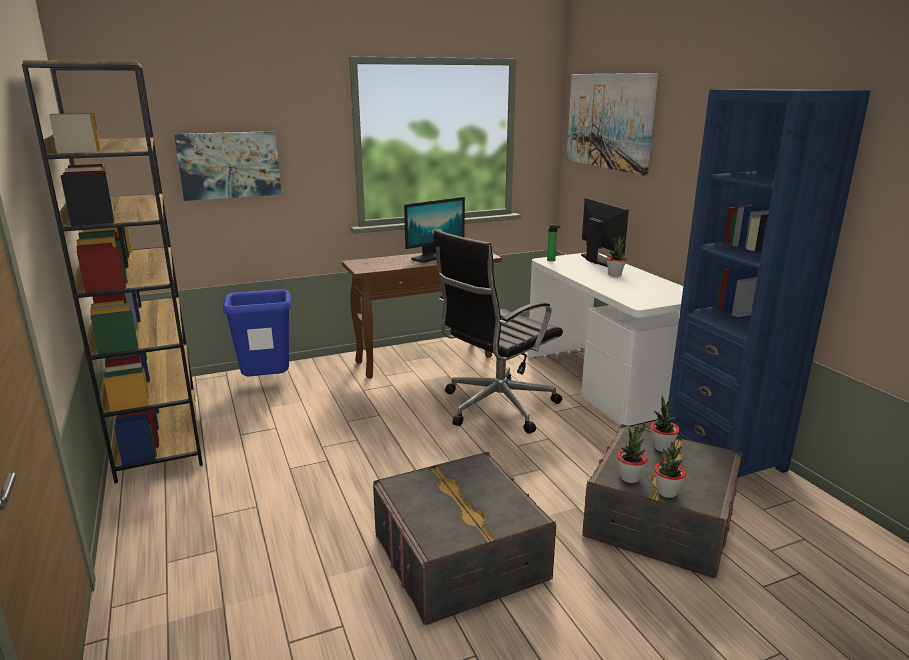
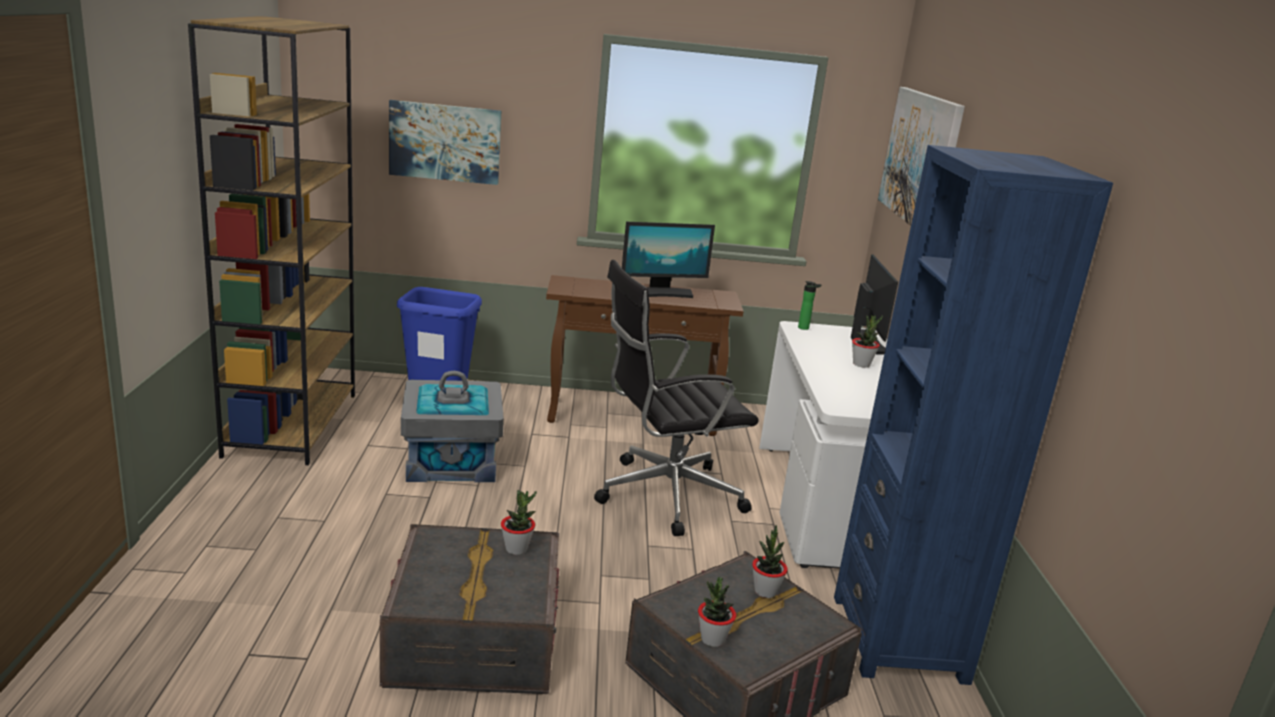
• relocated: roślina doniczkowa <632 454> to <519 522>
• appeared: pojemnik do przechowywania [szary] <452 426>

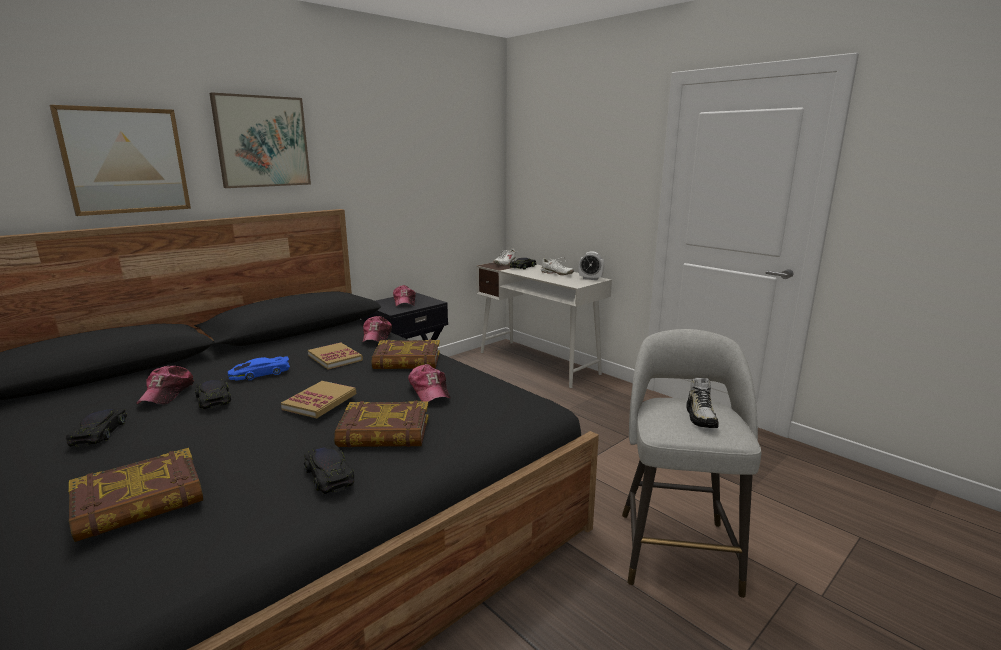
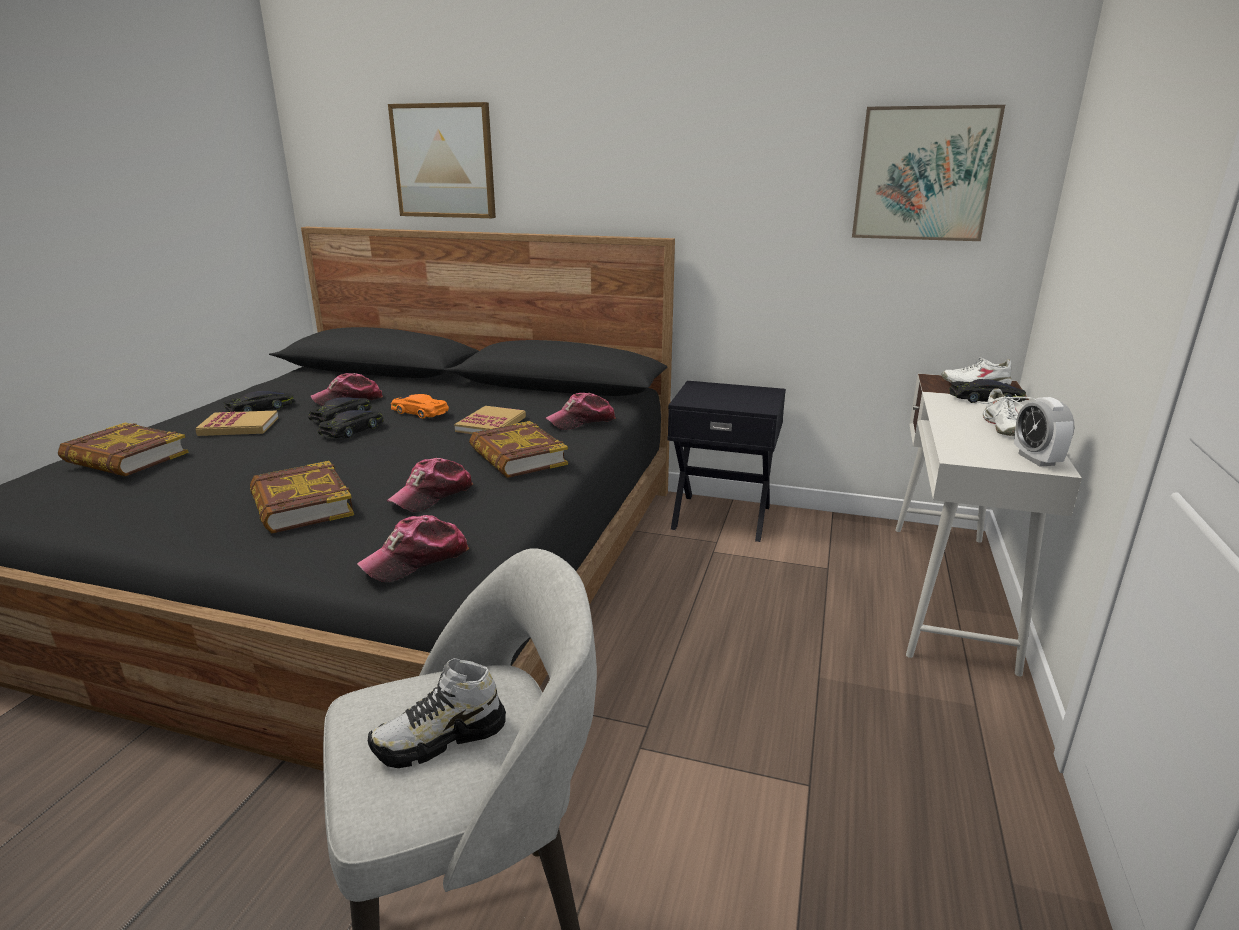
• relocated: obraz <260 140> to <928 173>
• relocated: czapka z daszkiem <404 296> to <413 548>
• colour: samochodzik [niebieski] <259 368> to samochodzik [pomarańczowy] <420 406>
• relocated: książka <318 399> to <236 423>
• relocated: samochodzik [czarny] <329 469> to <351 424>

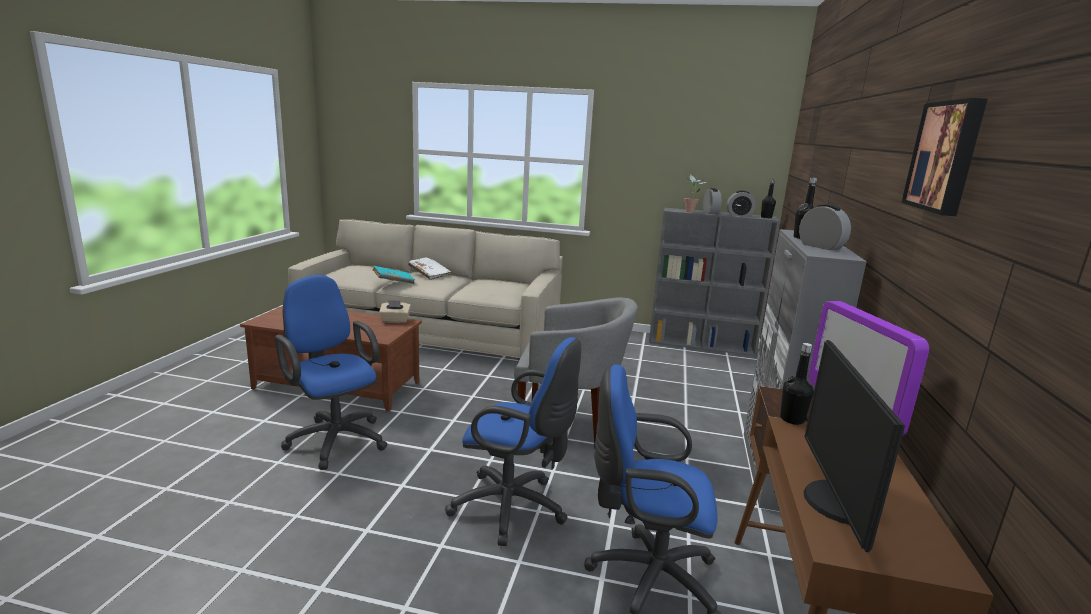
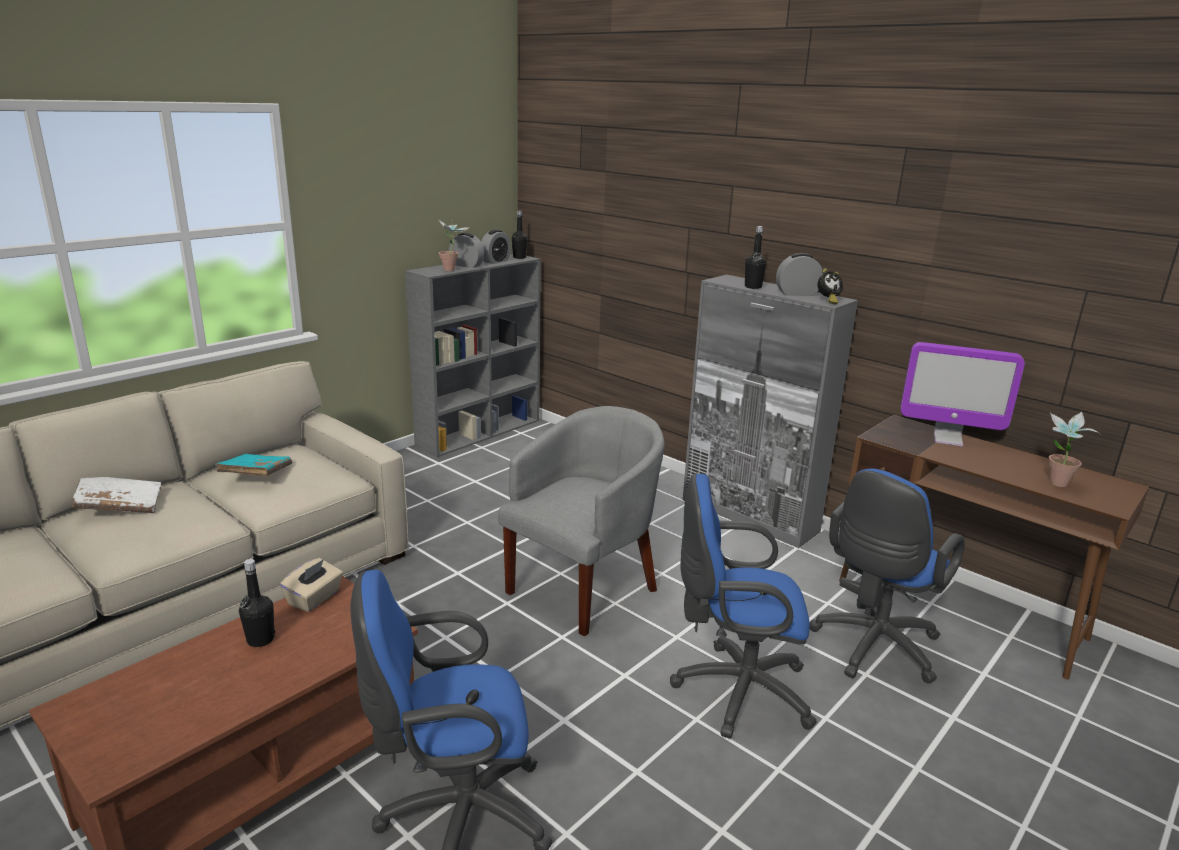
• missing: obraz <944 157>
• relocated: książka [turkusowy] <394 274> to <253 465>
• spun: krzesło biurowe [niebieski] <513 441> = <743 606> 135 degrees counterclockwise
• exchanged: monitor <854 446> to roślina doniczkowa <1074 449>
• relocated: butelka [czarny] <797 384> to <257 603>
• appeared: budzik <830 286>

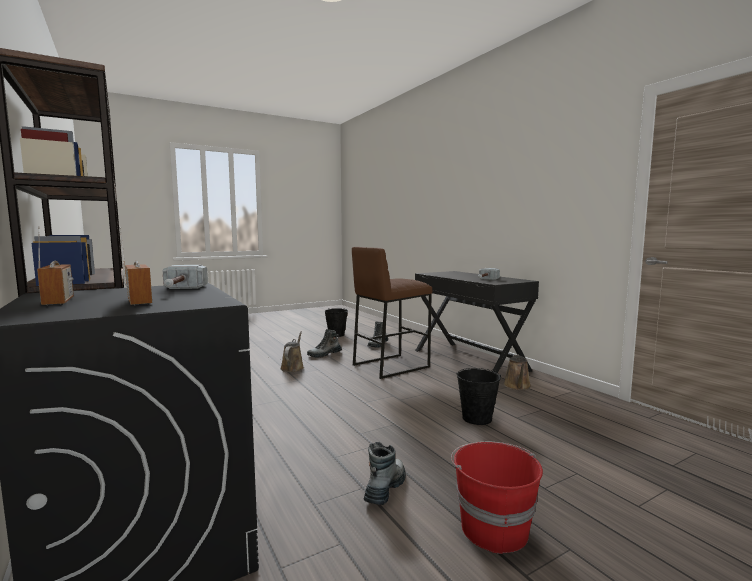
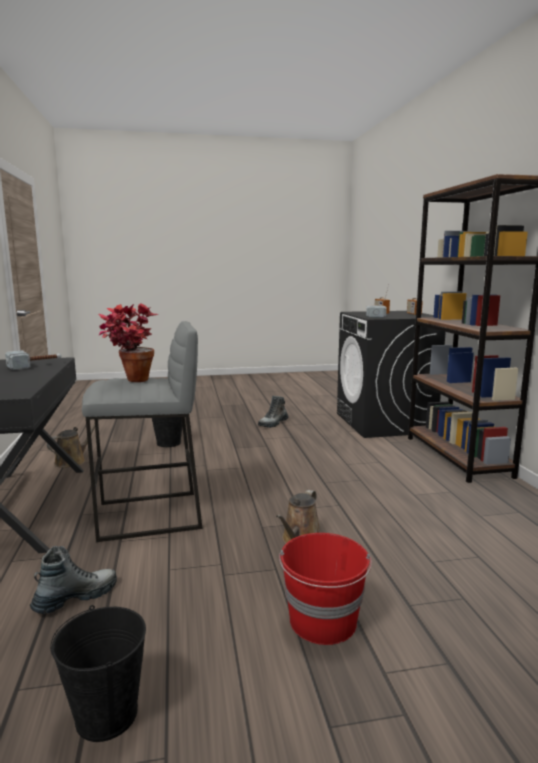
• colour: stołek [brązowy] <392 313> to stołek [szary] <142 431>
• missing: but z cholewką <324 343>
• relocated: wiadro [czerwony] <497 498> to <325 589>
• appeared: roślina doniczkowa <129 342>

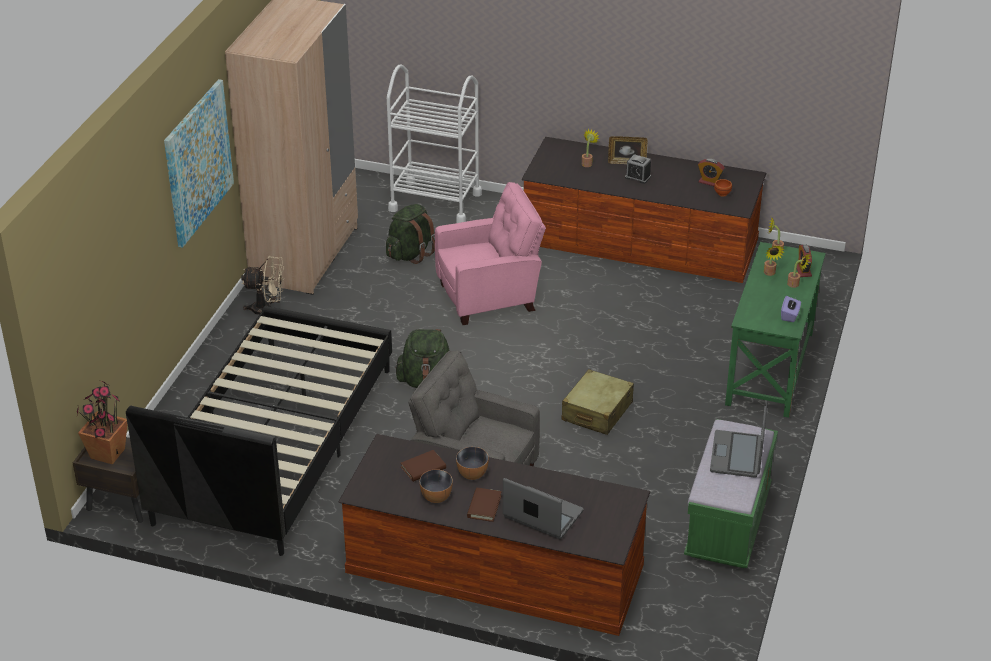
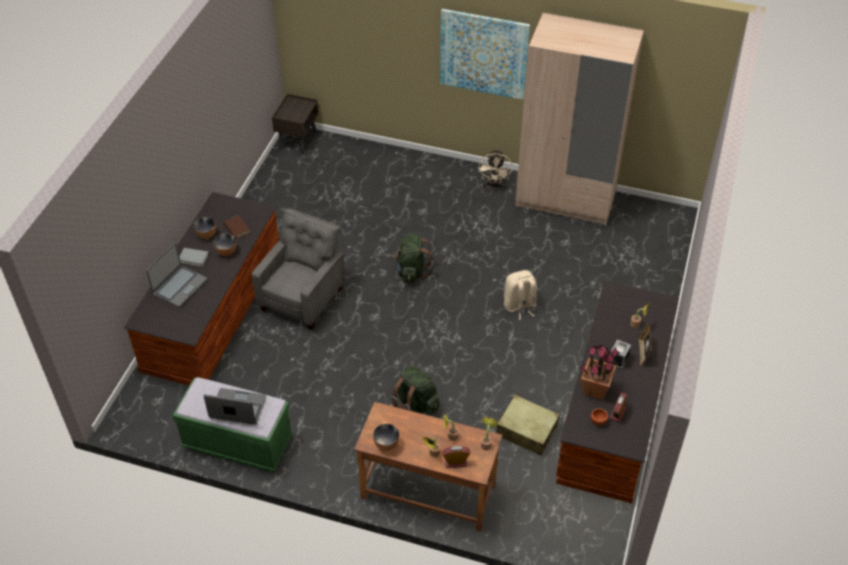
• missing: wózek [biały] <434 143>
• exchanged: fotel [różowy] <490 253> to plecak [beżowy] <520 295>
• relocated: plecak [zielony] <410 234> to <415 390>
• colour: biurko [zielony] <775 330> to biurko [brązowy] <428 466>
• exchanged: pudełko chusteczek [fioletowy] <791 309> to miska <386 437>
• missing: łóżko [czarny] <259 431>
• relocated: walizka [beżowy] <597 402> to <528 425>
• relocated: roślina doniczkowa <101 423> to <600 372>
• colour: książka [brązowy] <484 505> to książka [szary] <194 257>

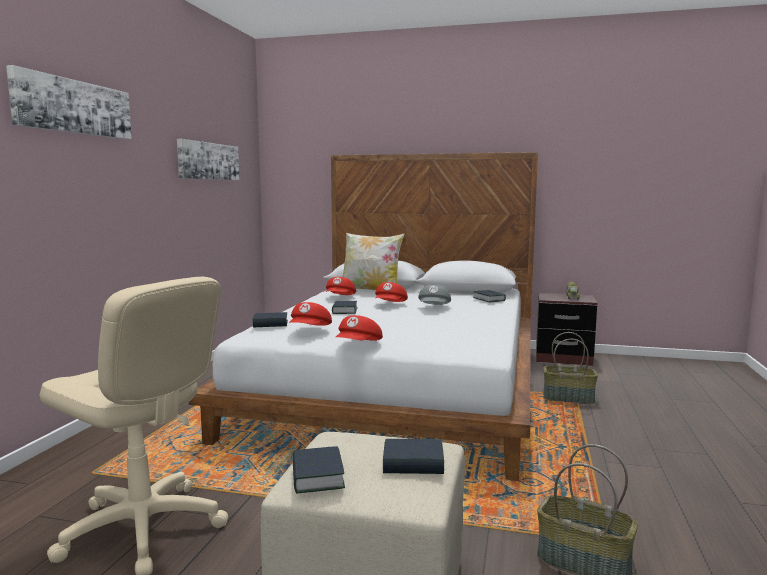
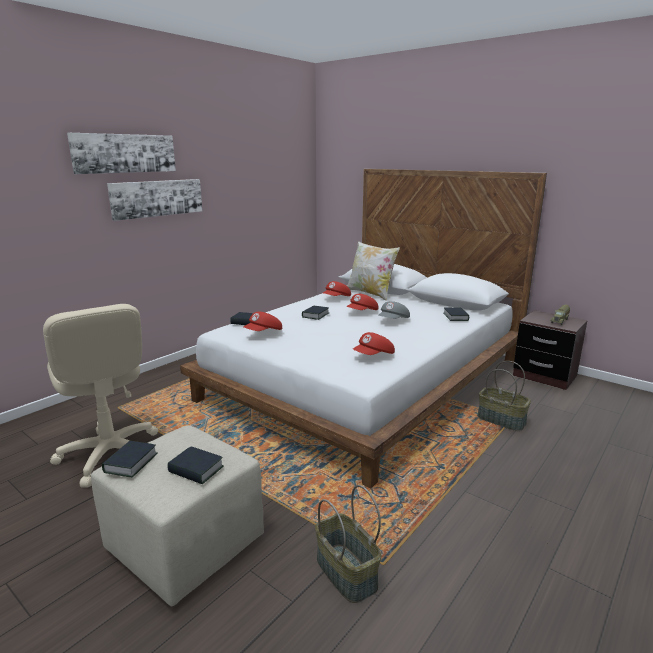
• relocated: obraz <208 159> to <154 200>
• relocated: czapka z daszkiem [czerwony] <359 328> to <374 343>

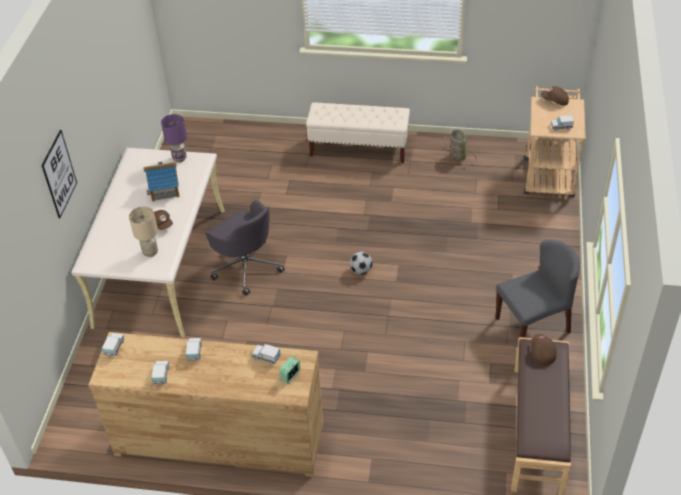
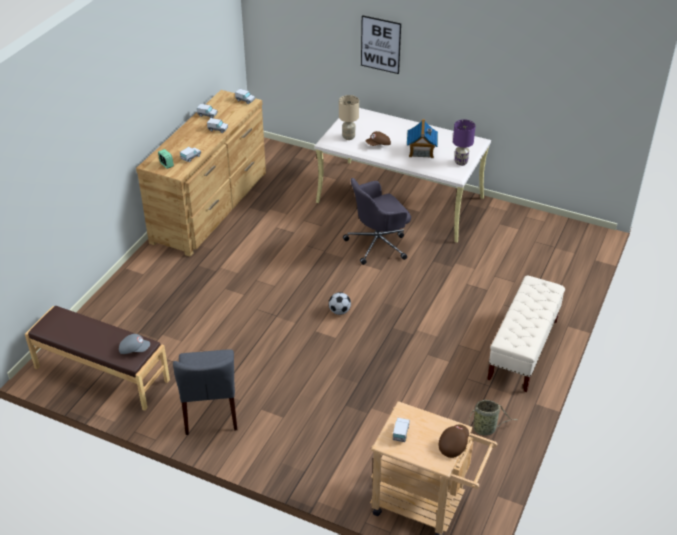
• colour: czapka z daszkiem [brązowy] <544 350> to czapka z daszkiem [szary] <134 344>

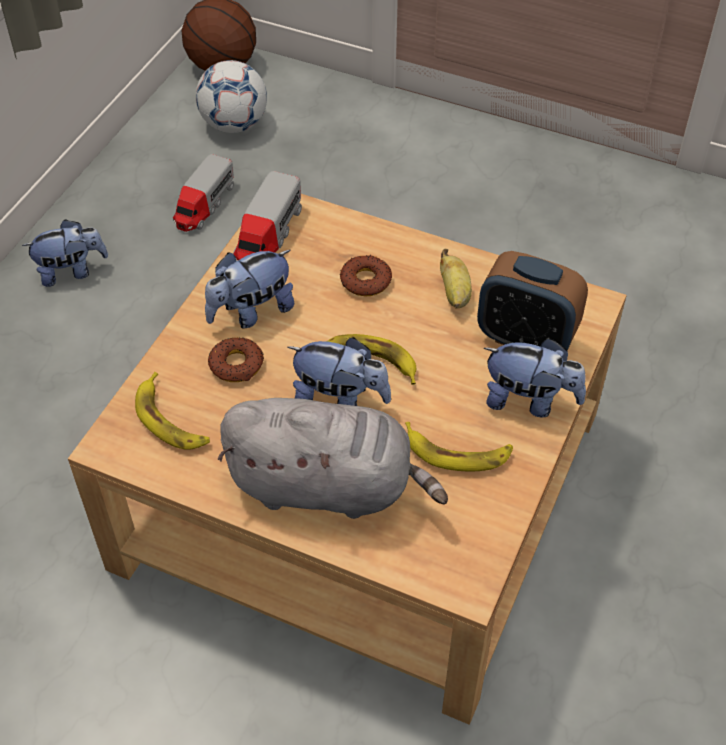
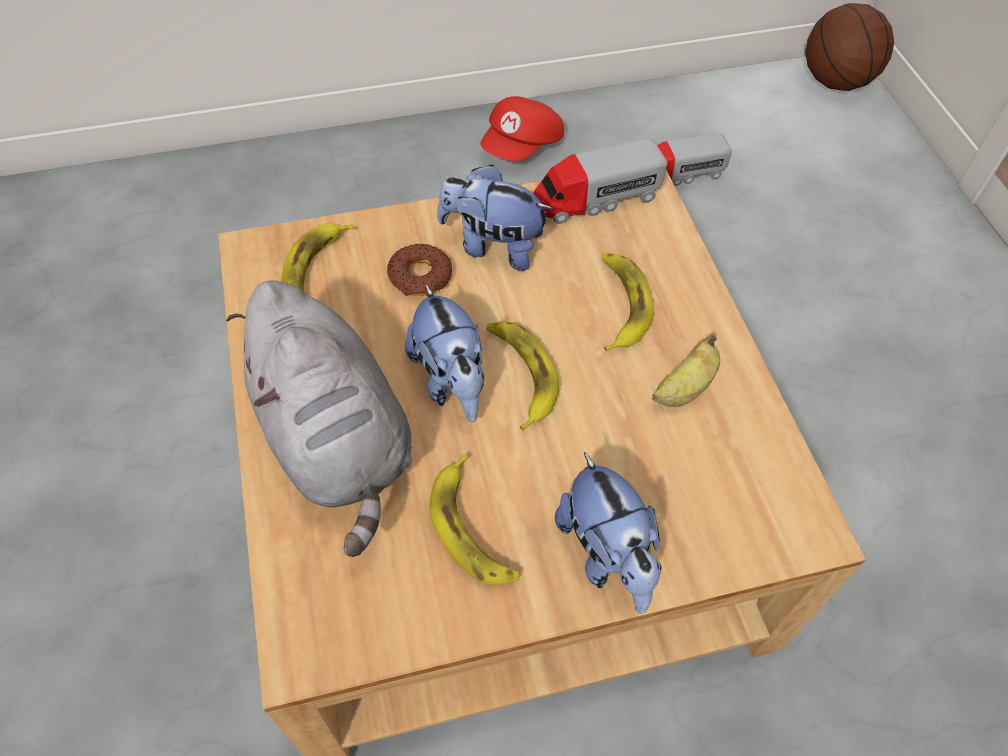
• missing: piłka futbolowa <231 96>
• exchanged: pluszak <65 253> to czapka z daszkiem [czerwony] <522 128>
• missing: budzik <532 300>
• exchanged: donut <366 276> to banan <627 302>

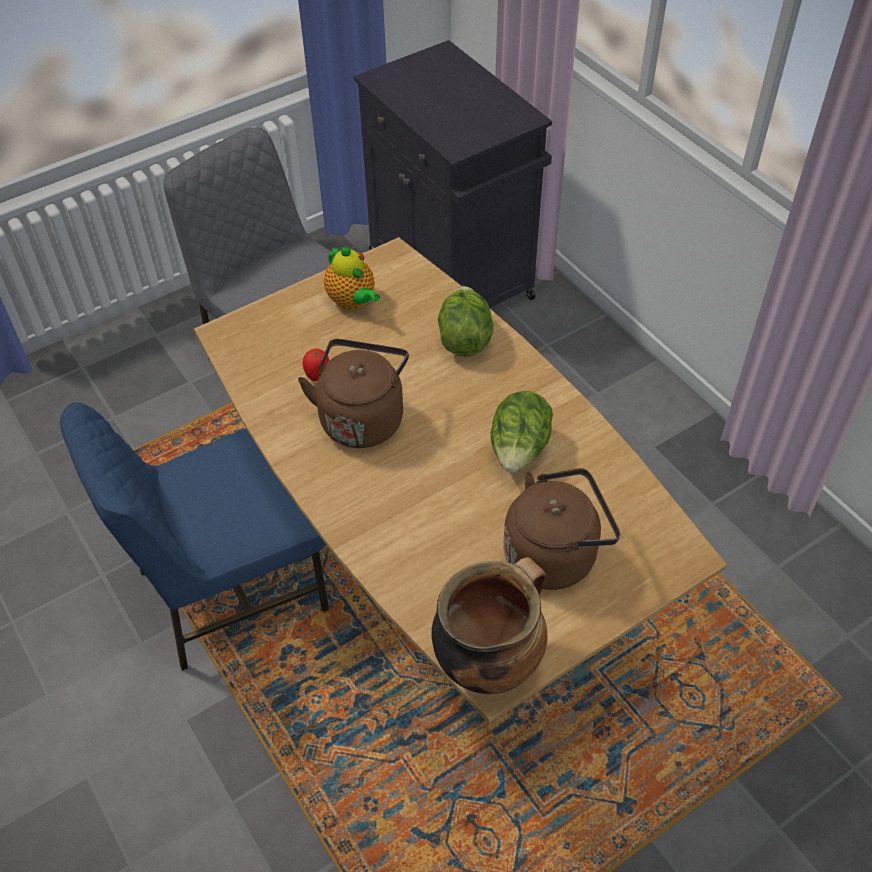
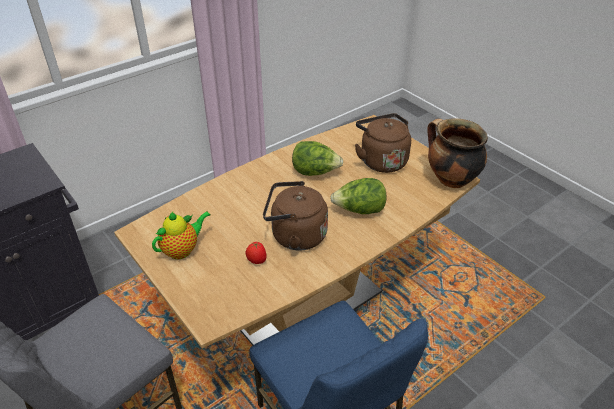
• relocated: sałata <465 321> to <358 196>

